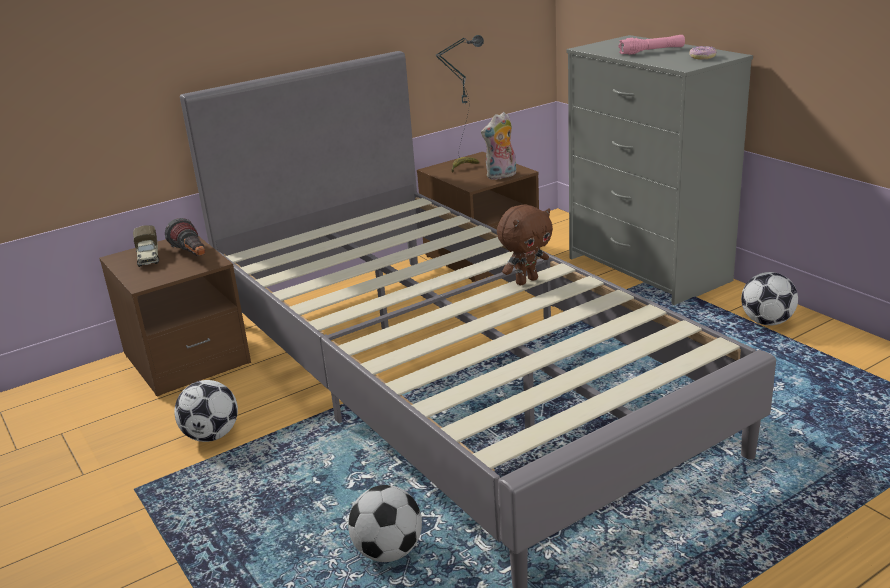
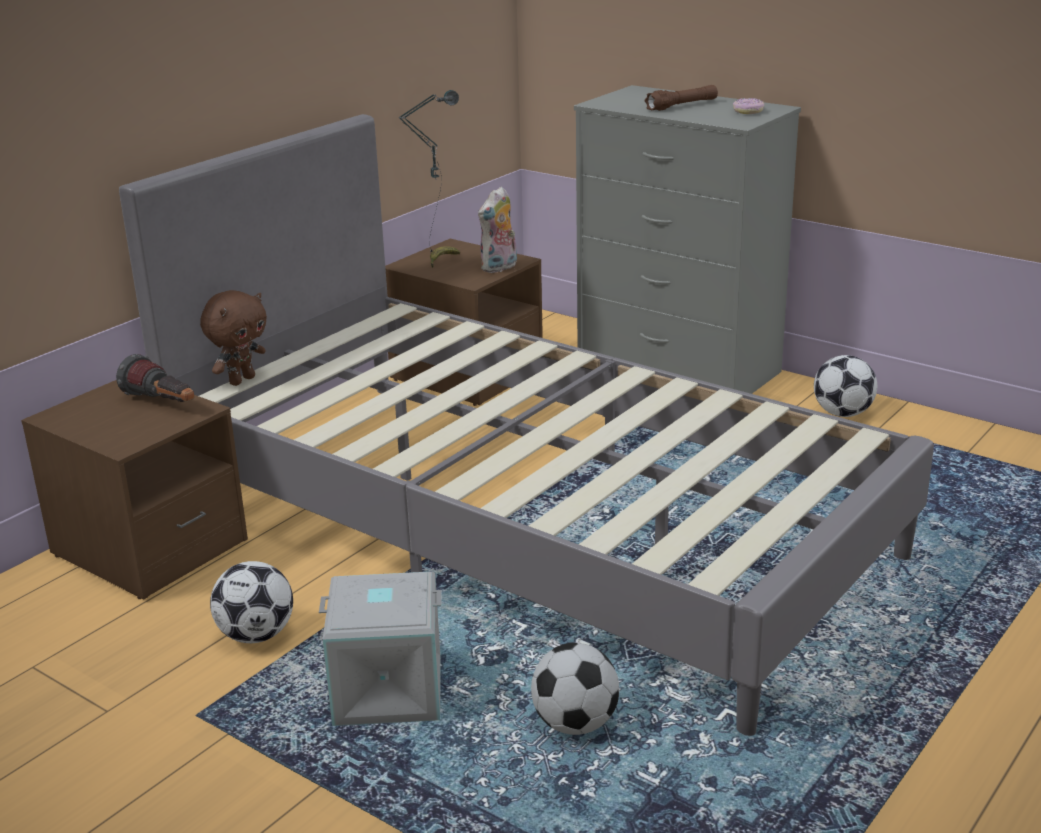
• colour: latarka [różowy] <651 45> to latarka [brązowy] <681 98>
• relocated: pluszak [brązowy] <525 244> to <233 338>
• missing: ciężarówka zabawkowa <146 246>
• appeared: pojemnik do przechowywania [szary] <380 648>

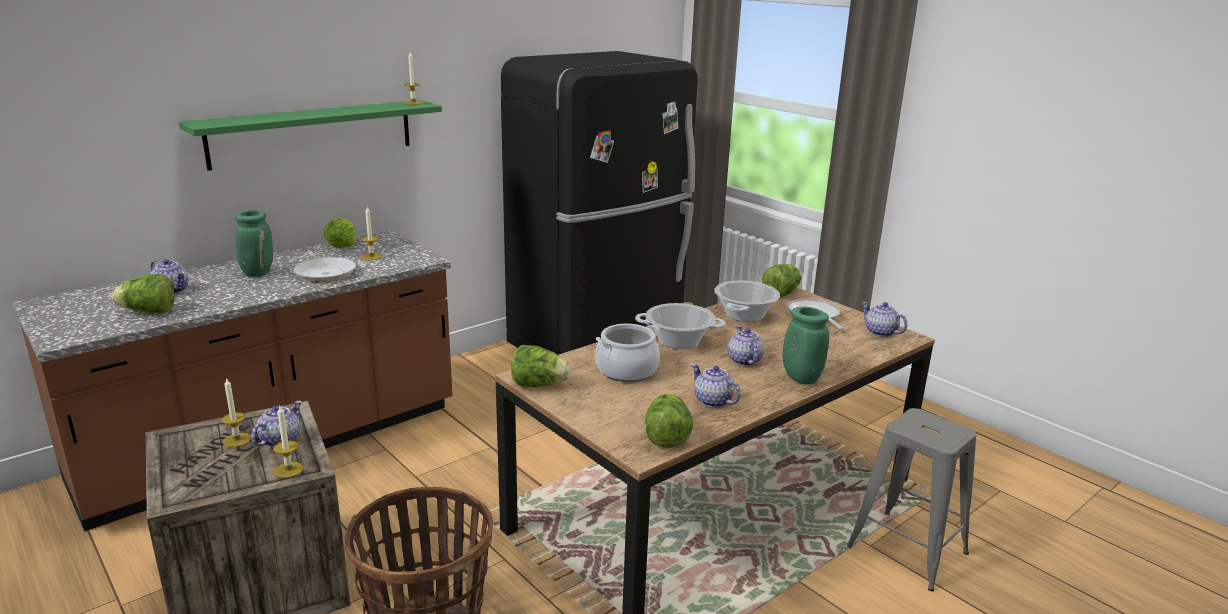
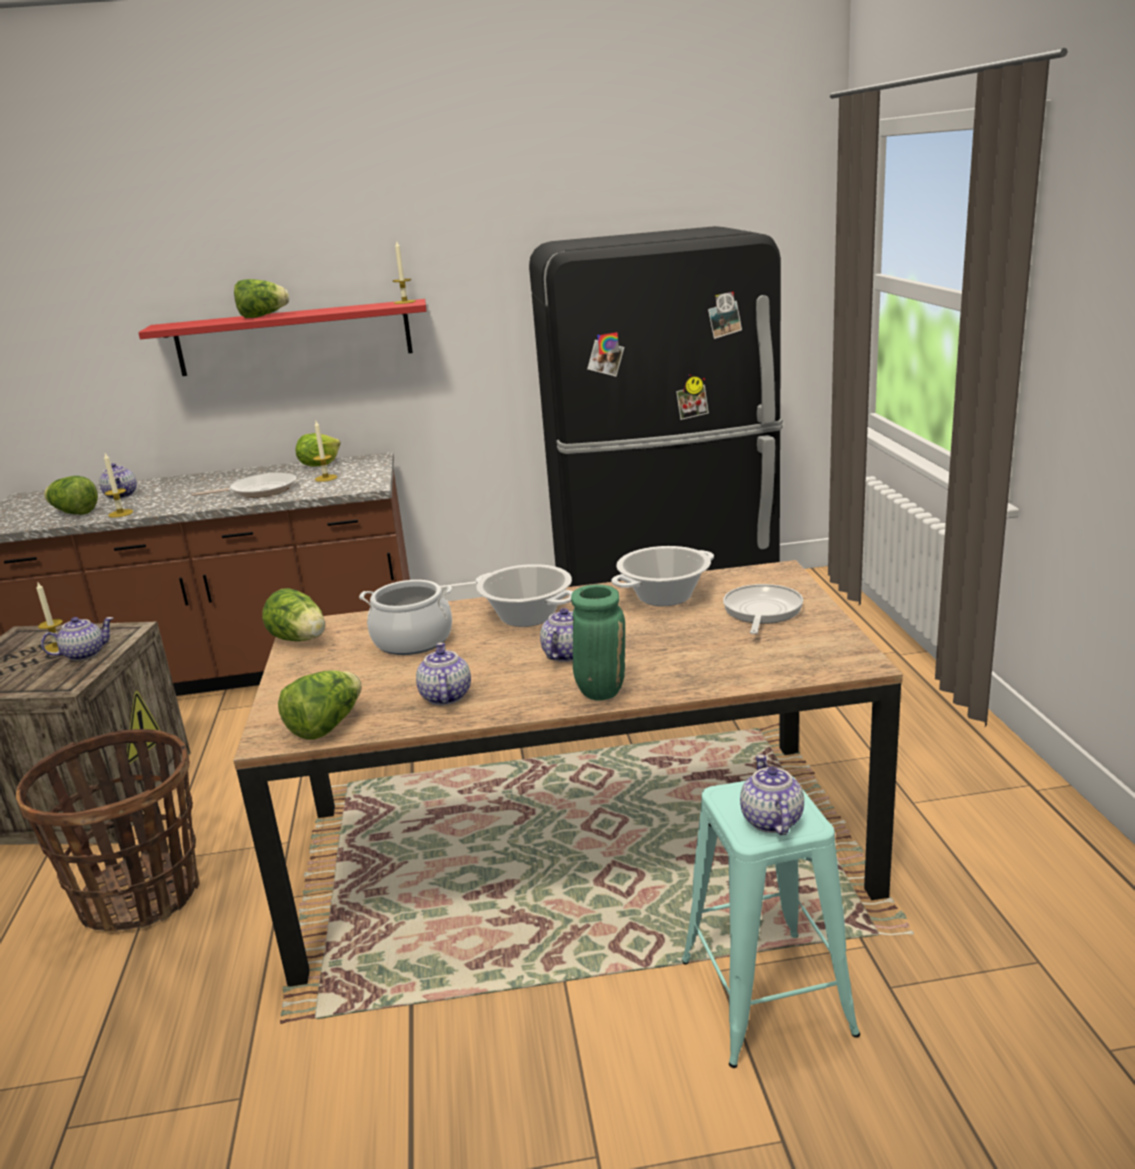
• colour: półka [zielony] <310 135> to półka [czerwony] <282 337>
• missing: wazon [zielony] <254 243>
• spun: patelnia <325 266> = <244 485> 105 degrees counterclockwise
• relocated: sałata <782 280> to <261 298>
• relocated: imbryk <884 319> to <772 795>
• relocated: świeca <288 442> to <118 485>
• colour: stołek [szary] <911 499> to stołek [turkusowy] <771 922>

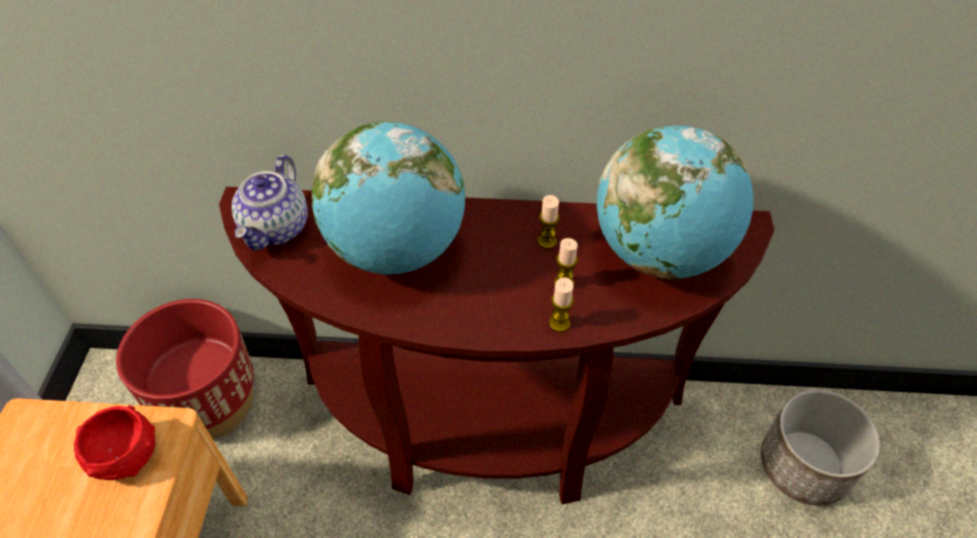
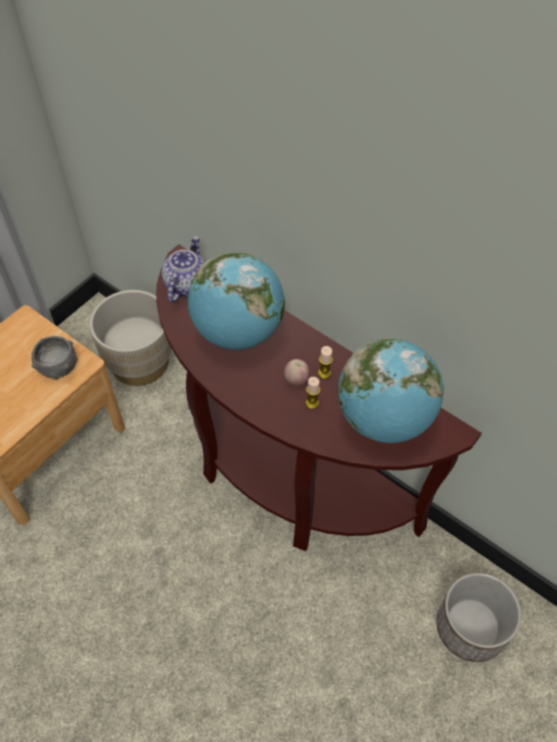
• spun: imbryk <269 202> = <183 269> 150 degrees clockwise
• missing: świeca <561 305>
• colour: donica [czerwony] <185 369> to donica [beżowy] <131 338>
• colour: miska [czerwony] <114 442> to miska [szary] <55 358>
• appeared: jabłko <296 372>

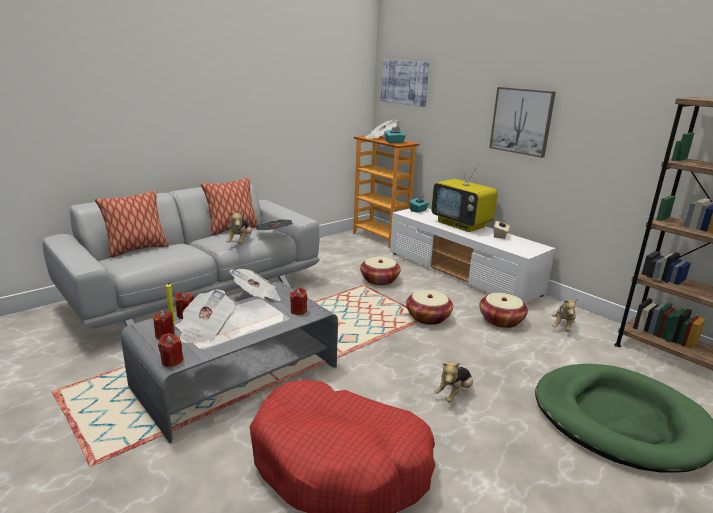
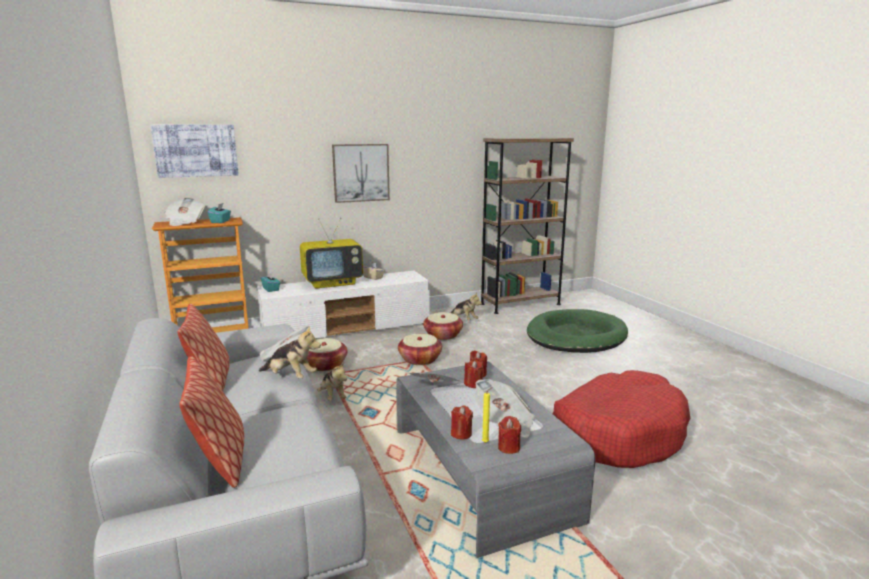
• relocated: świeca [czerwony] <170 350> to <474 374>
• relocated: pluszak <453 383> to <332 381>

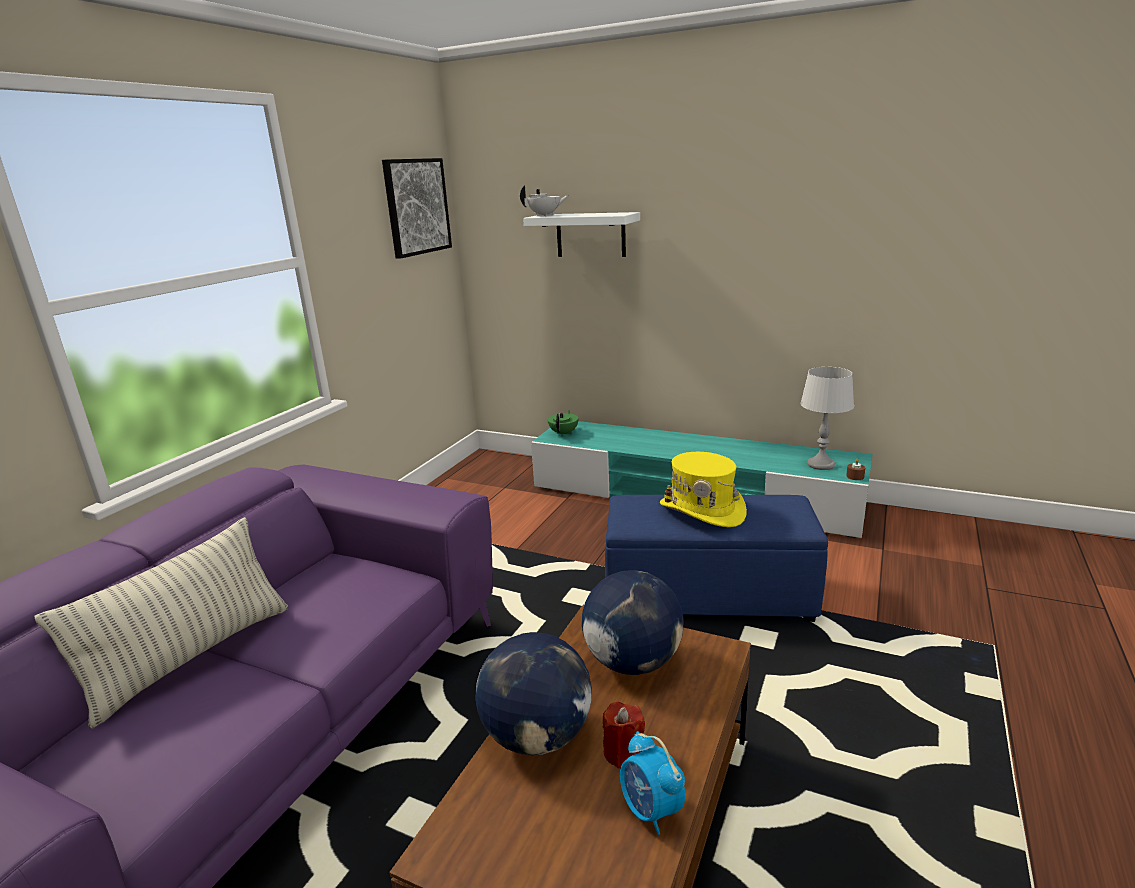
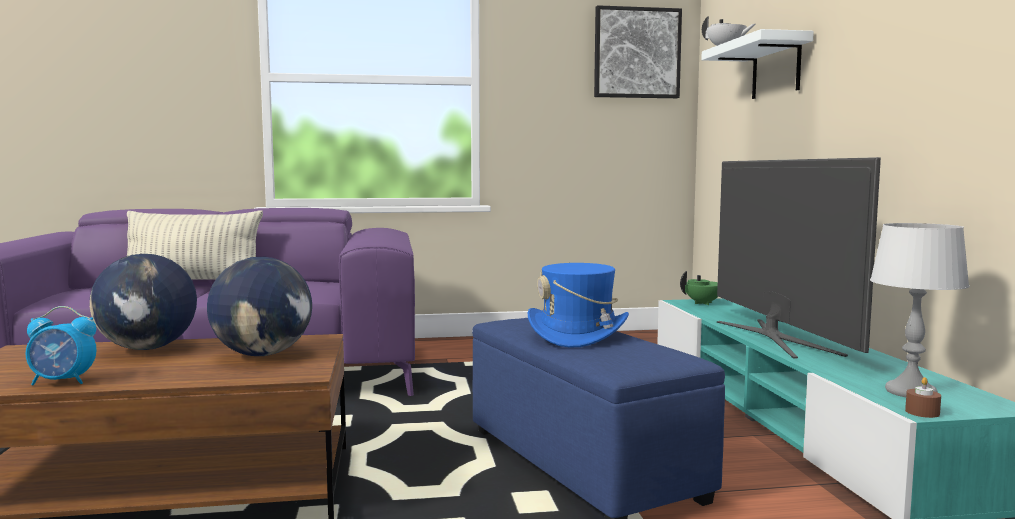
• colour: kapelusz [żółty] <703 489> to kapelusz [niebieski] <578 305>
• missing: świeca [czerwony] <623 735>
• spun: budzik <652 783> = <61 346> 120 degrees counterclockwise
• appeared: telewizor <799 257>

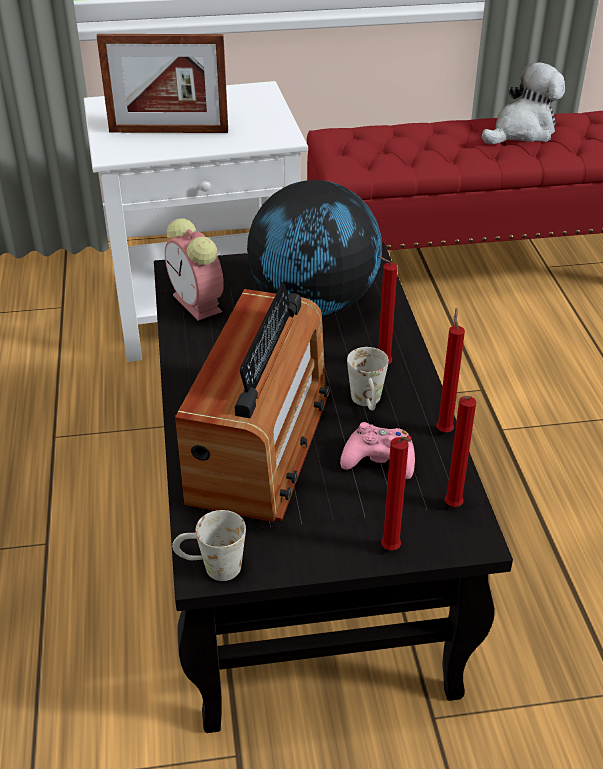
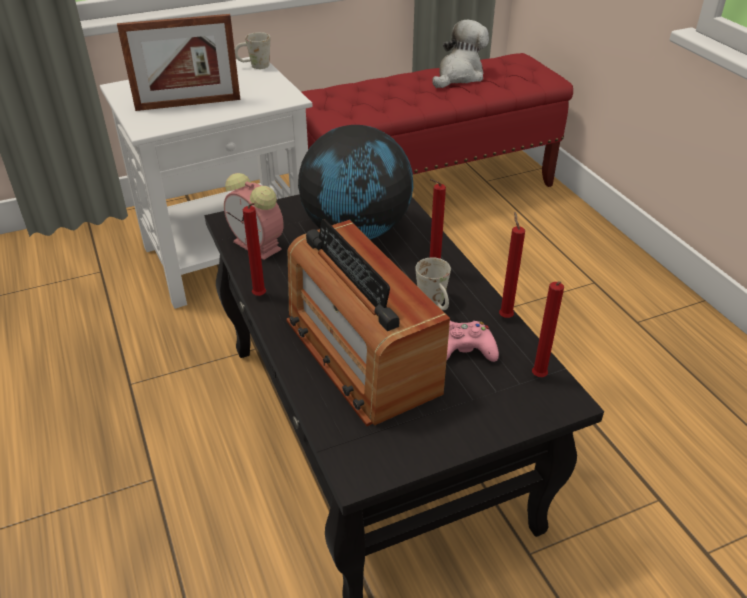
• spun: radio <252 403> = <368 322> 150 degrees clockwise
• relocated: świeca [czerwony] <396 493> to <254 249>
• relocated: kubek [biały] <209 545> to <252 50>

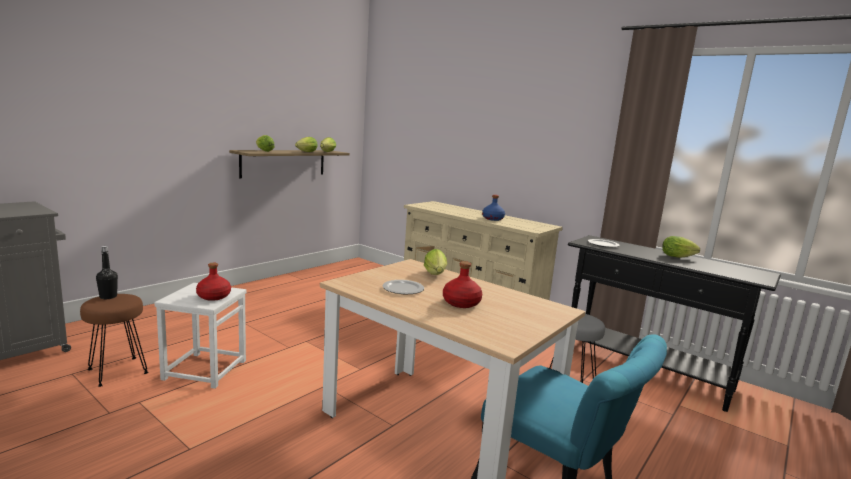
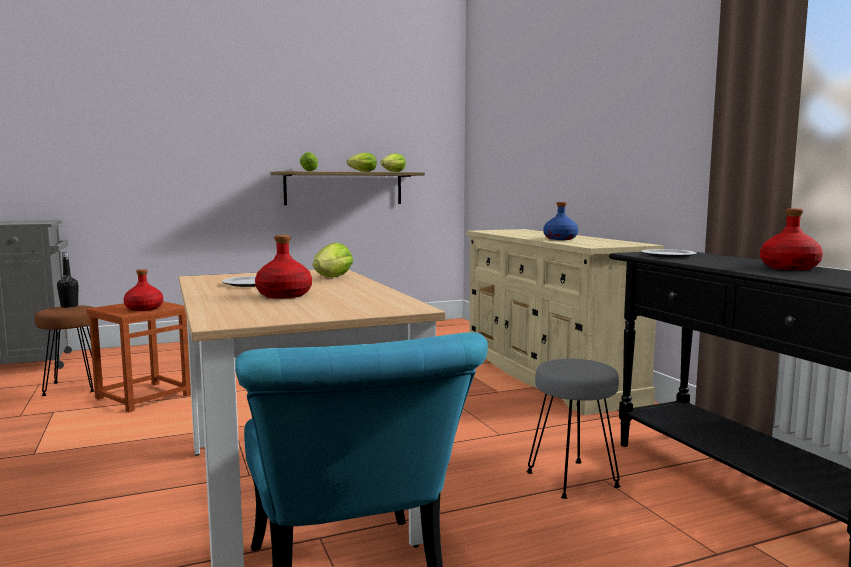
• exchanged: sałata <681 247> to butelka [czerwony] <791 239>
• colour: stołek [biały] <200 336> to stołek [brązowy] <138 356>

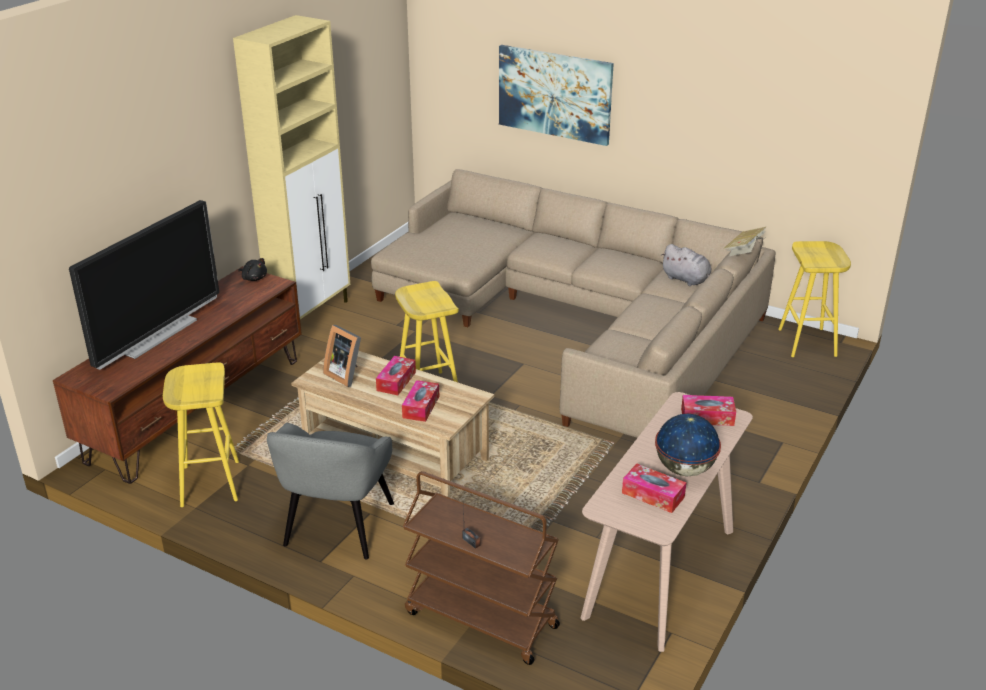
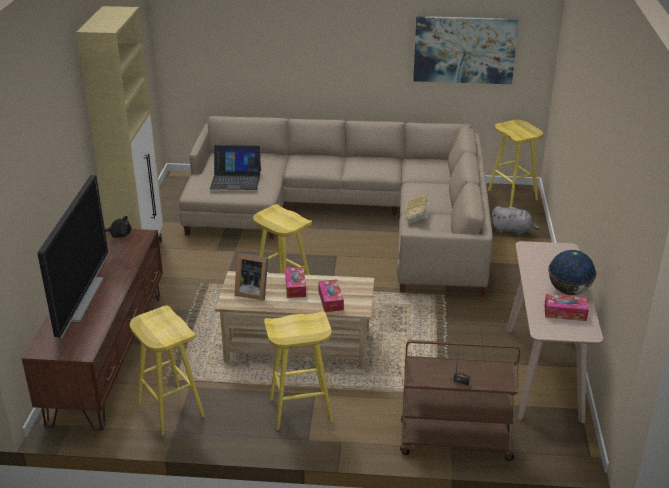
• relocated: obraz <556 95> to <466 50>
• relocated: książka <744 241> to <417 209>
• relocated: pluszak [szary] <685 265> to <516 220>
• missing: pudełko chusteczek <708 410>
• exchanged: fotel [szary] <330 491> to stołek [żółty] <298 370>
• appeared: laptop <235 167>

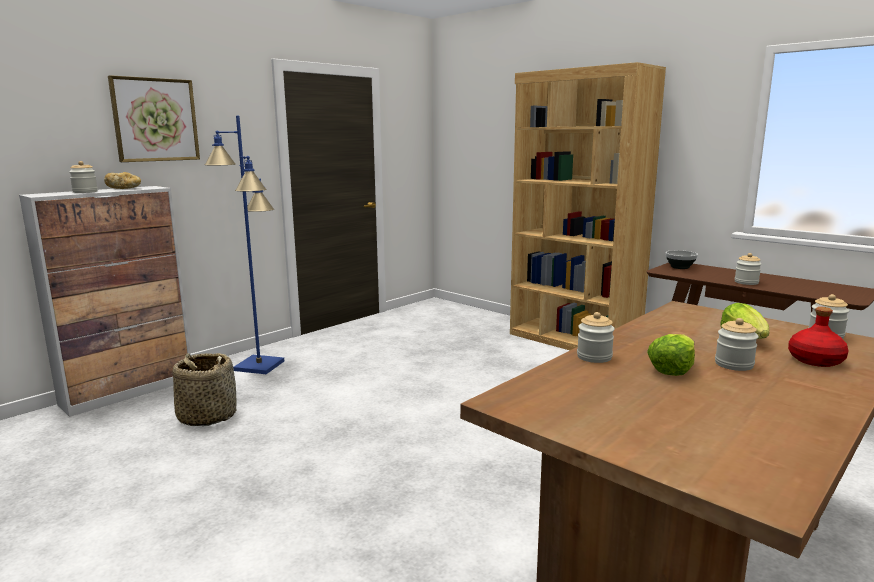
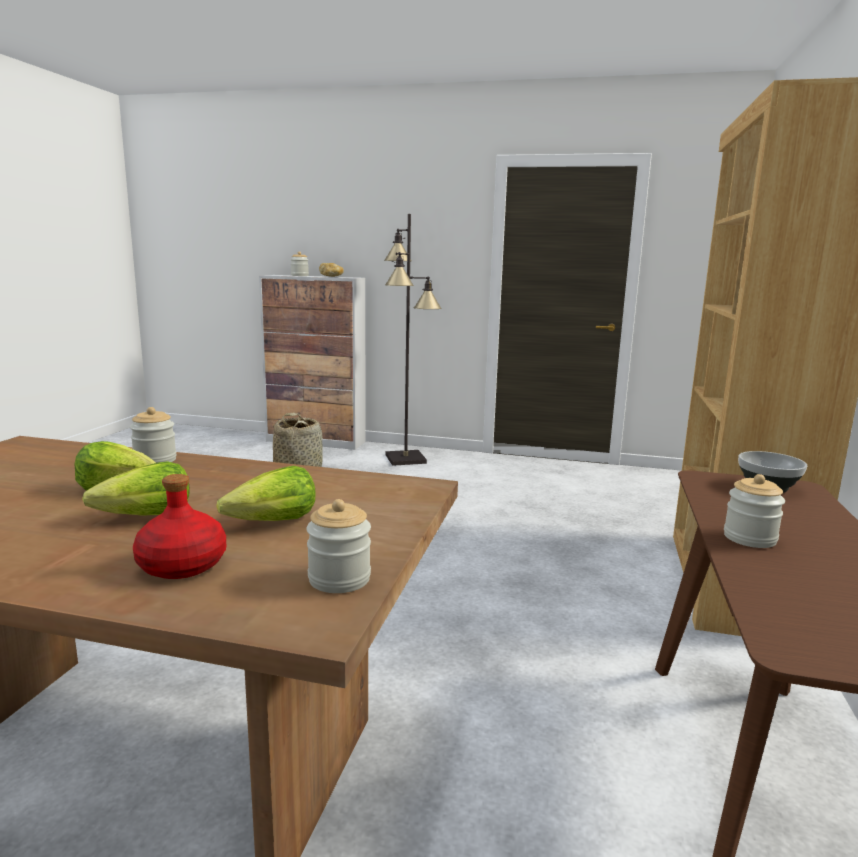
• missing: obraz <154 118>
• colour: lampa stojąca [niebieski] <244 244> to lampa stojąca [czarny] <413 340>
• exchanged: słoik <736 344> to sałata <136 488>

